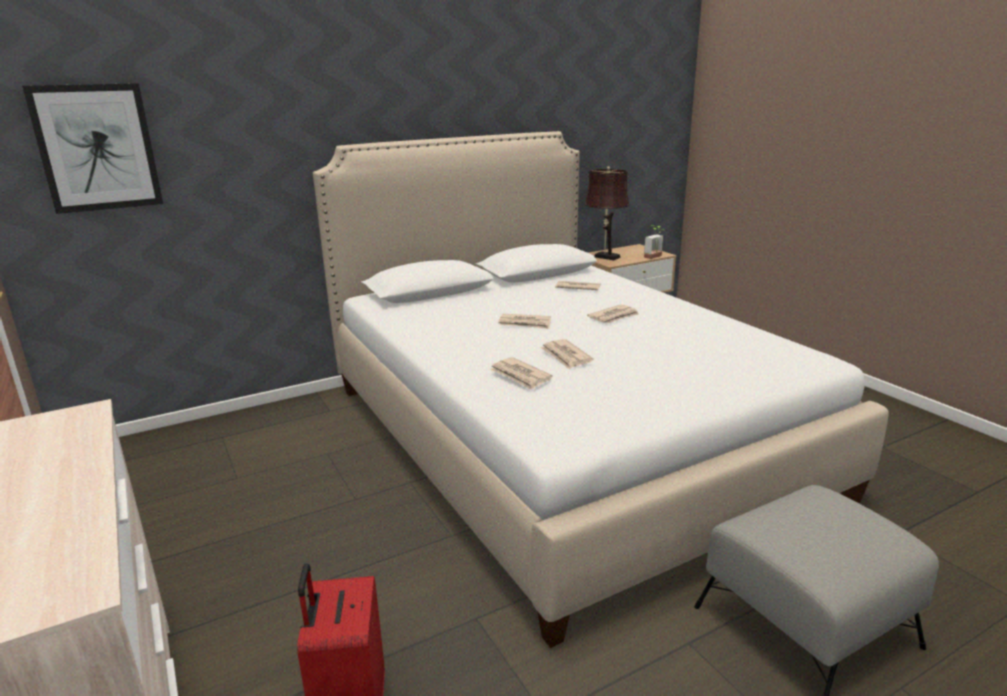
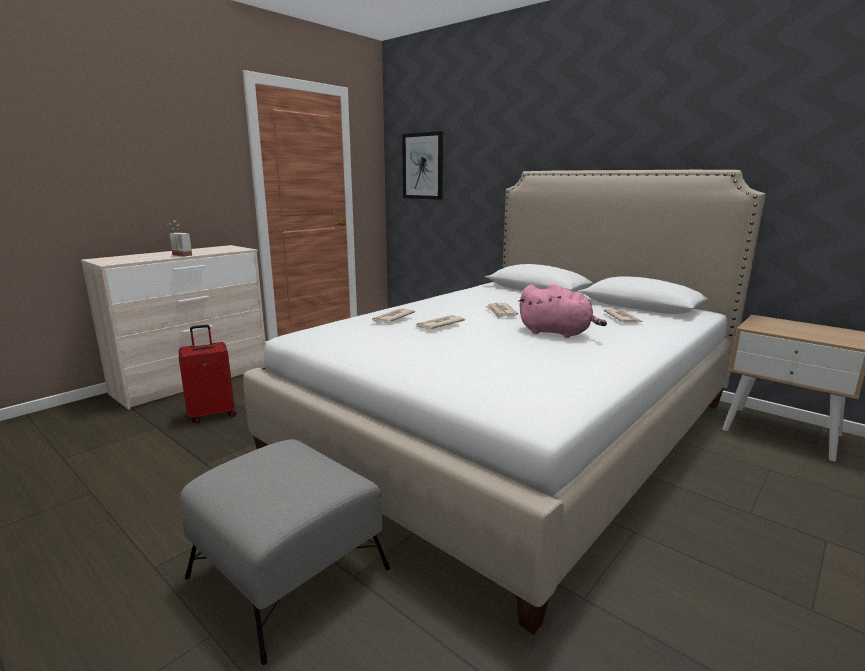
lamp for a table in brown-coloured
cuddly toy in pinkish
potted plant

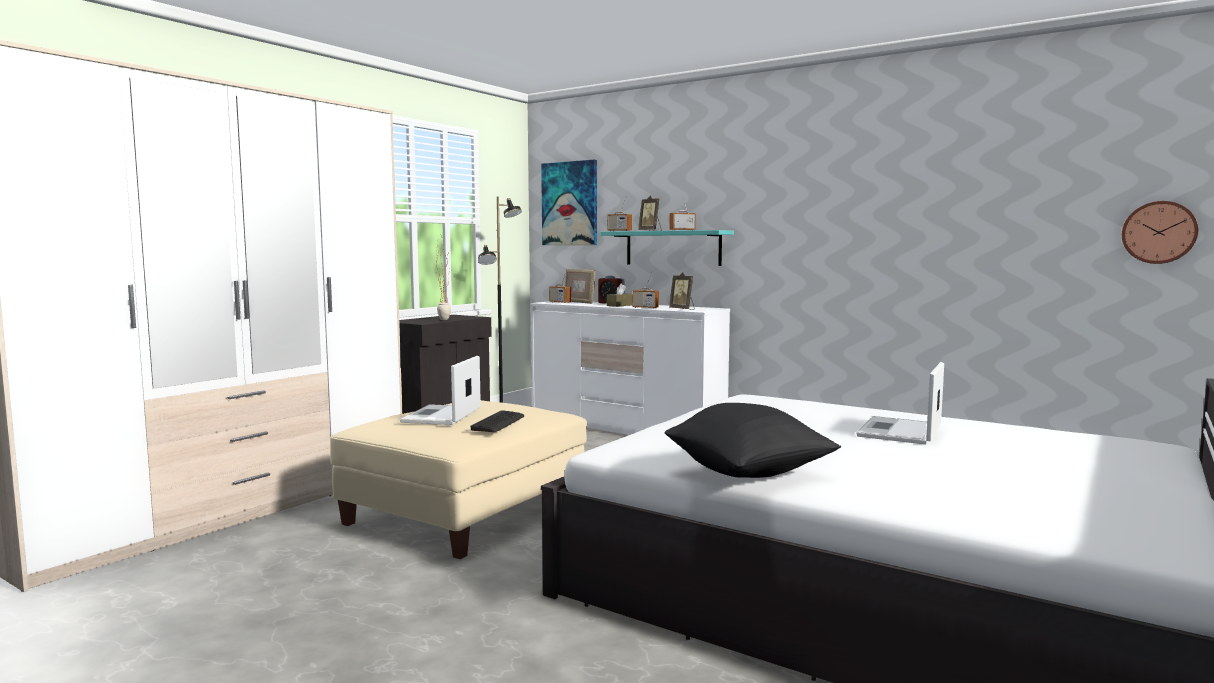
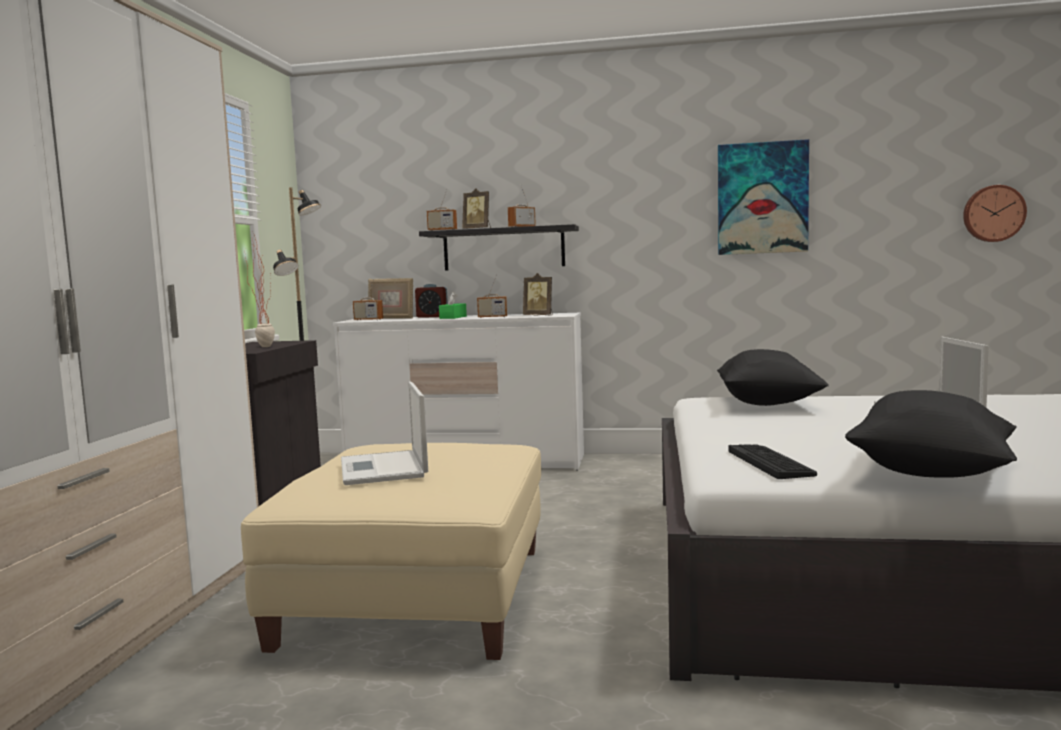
keyboard
picture
shelf in black
tissue holder in greenish
pillow in black (1st from left)

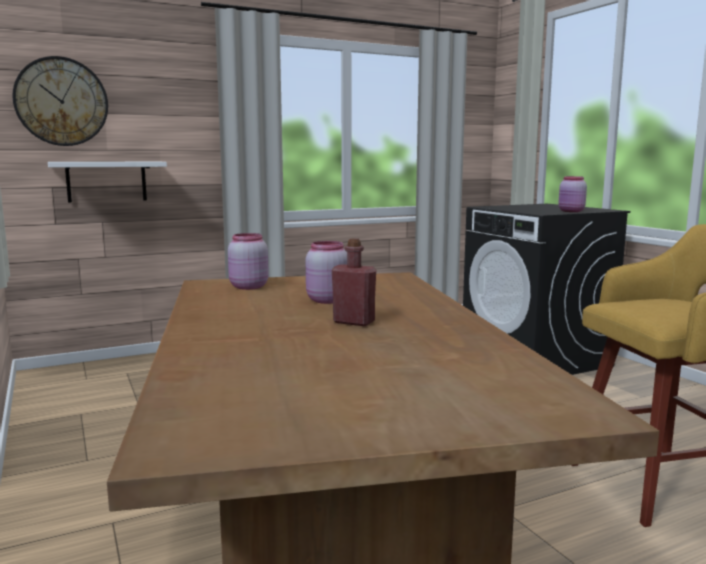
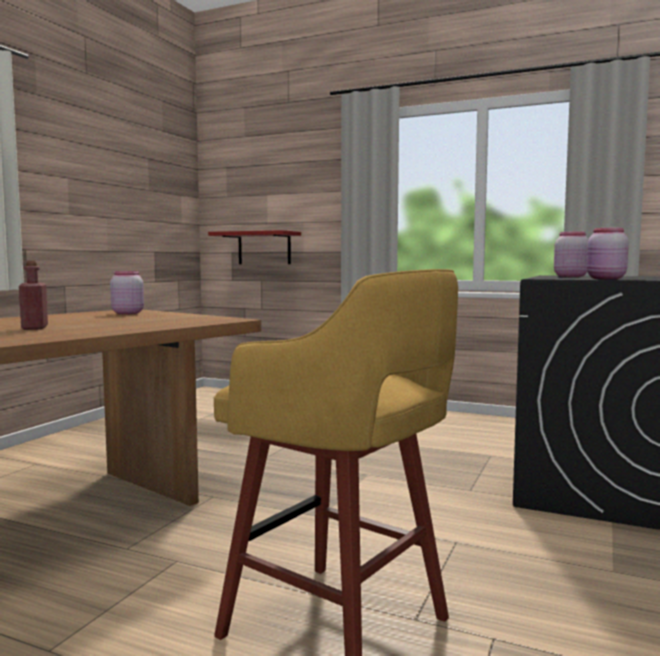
hanging clock
shelf in red-coloured
storage jar in pinkish (2nd from left)

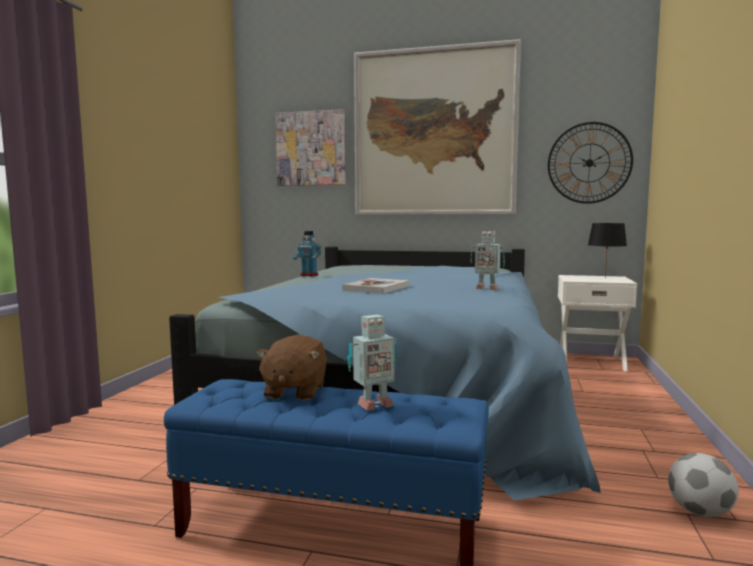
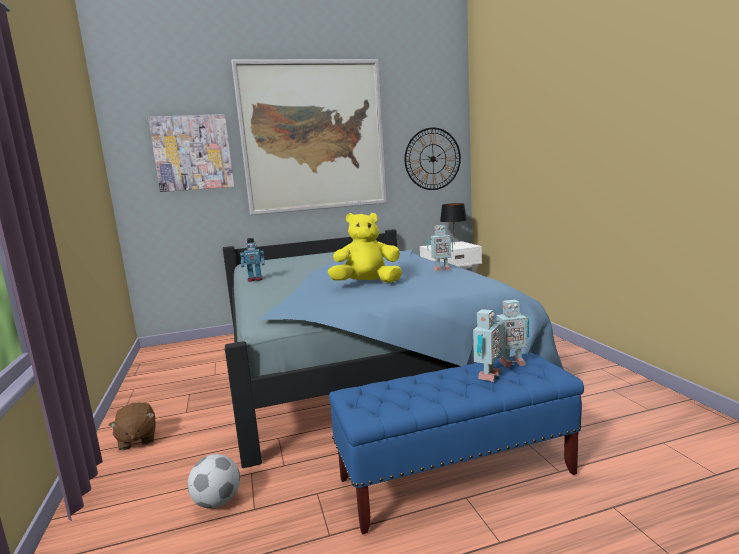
cuddly toy in brown-coloured
cuddly toy in yellow
football
model robot (4th from left)

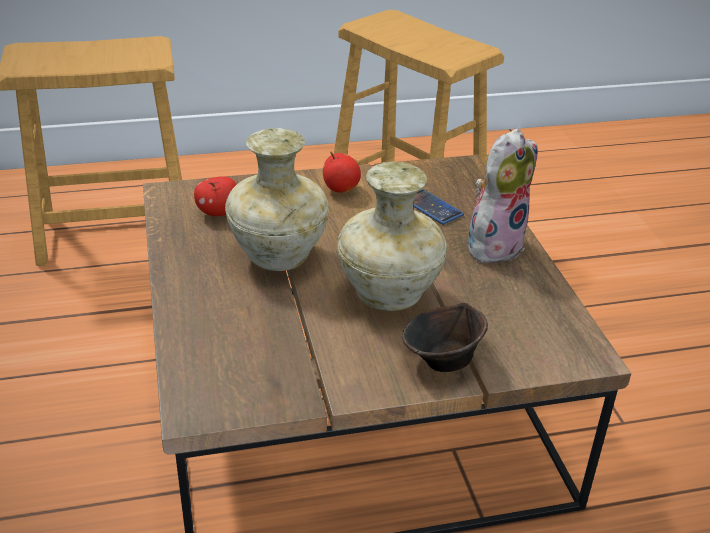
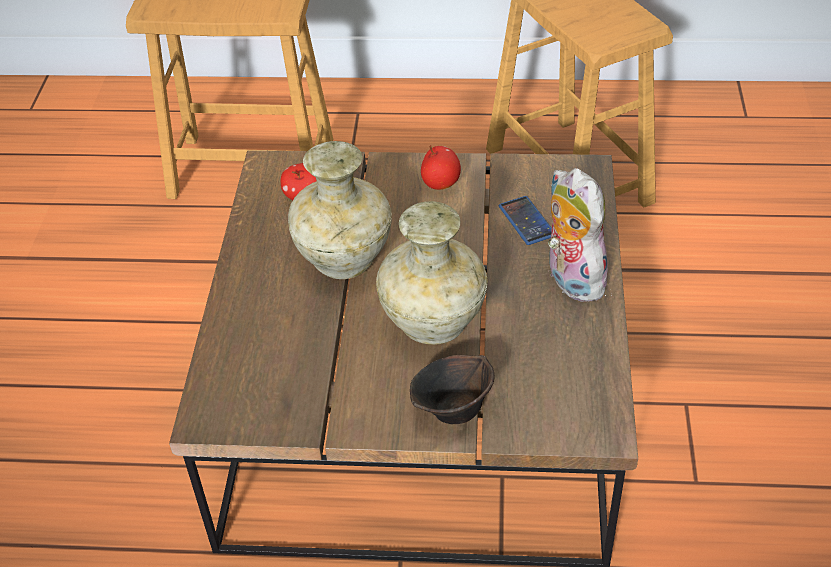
cuddly toy

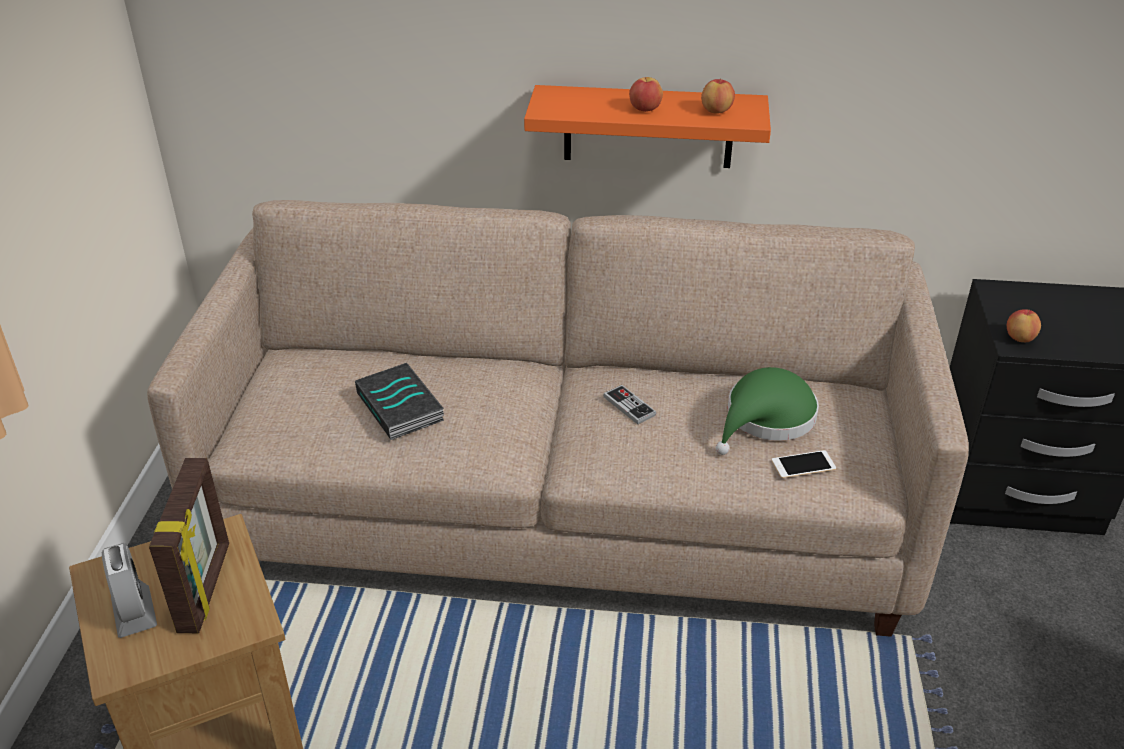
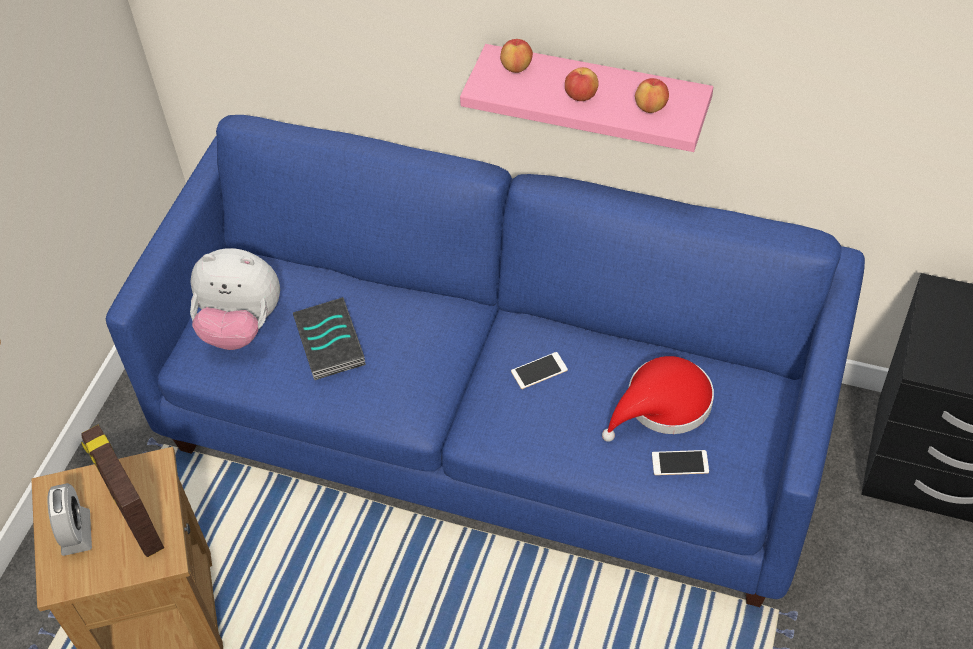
sofa in blue
picture frame
shelf in pinkish
phone (1st from left)
clothing hat in red-coloured
whole apple (1st from left)
cuddly toy

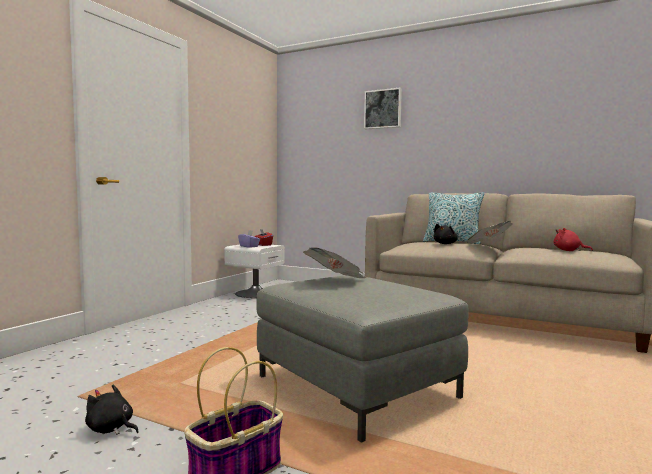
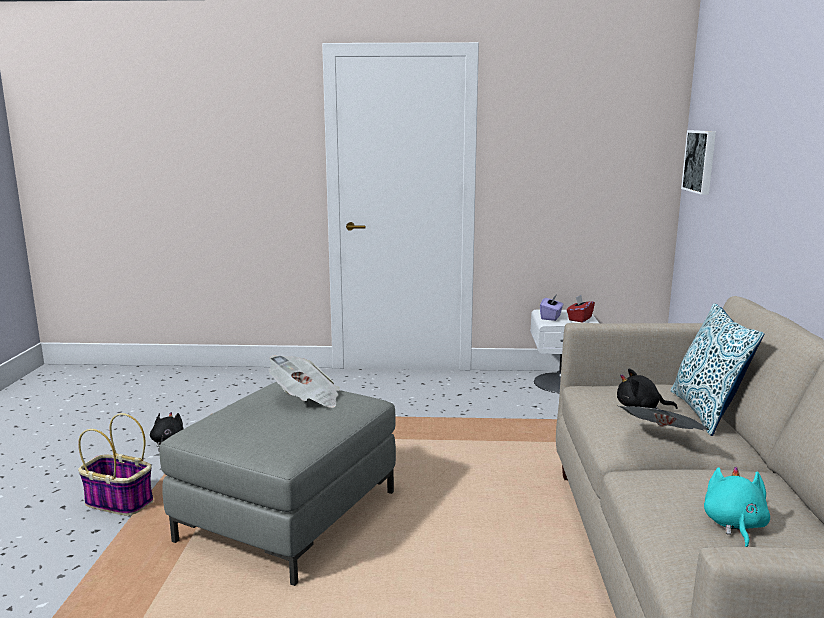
picture
cuddly toy in turquoise

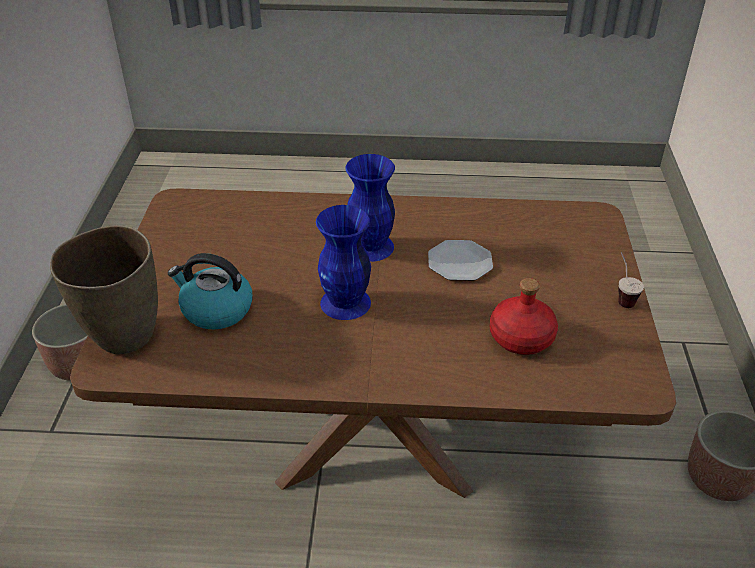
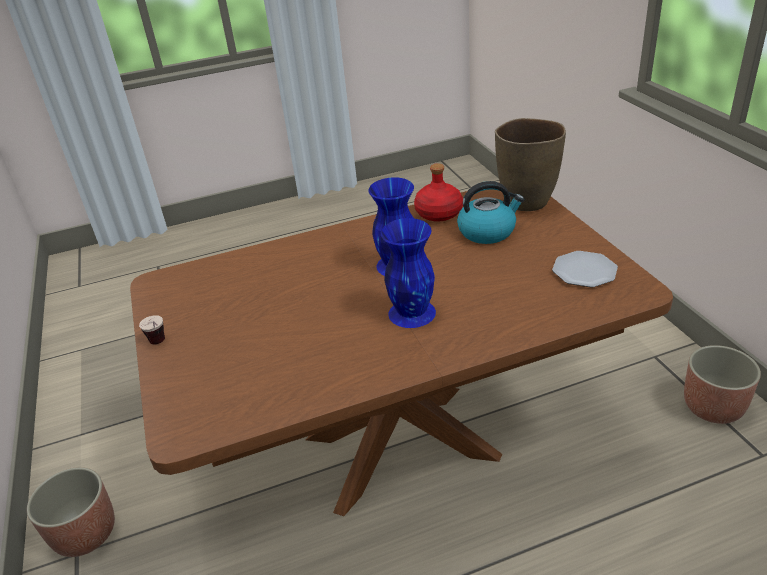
dinner plate
beverage bottle in red-coloured

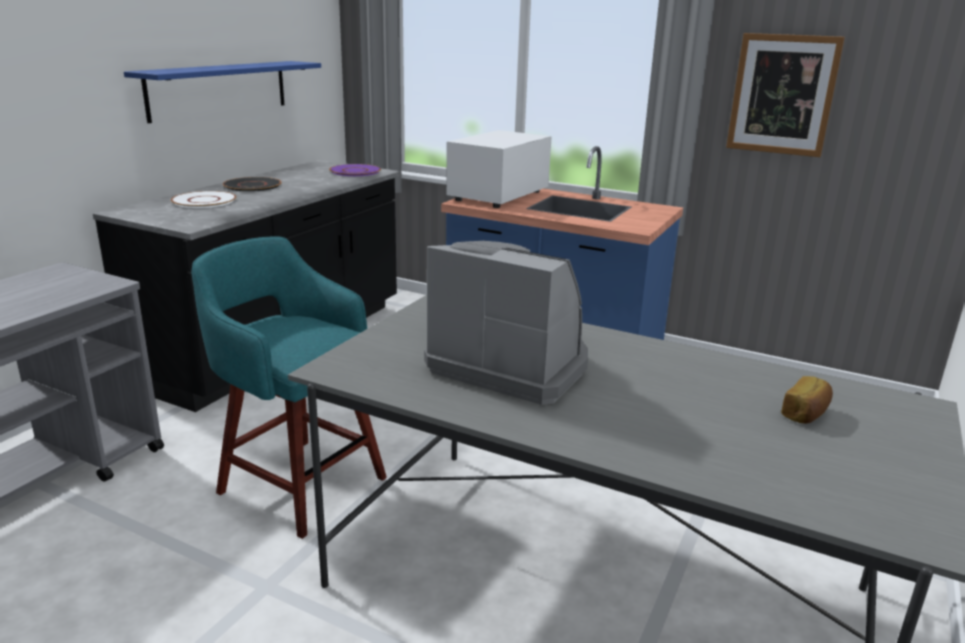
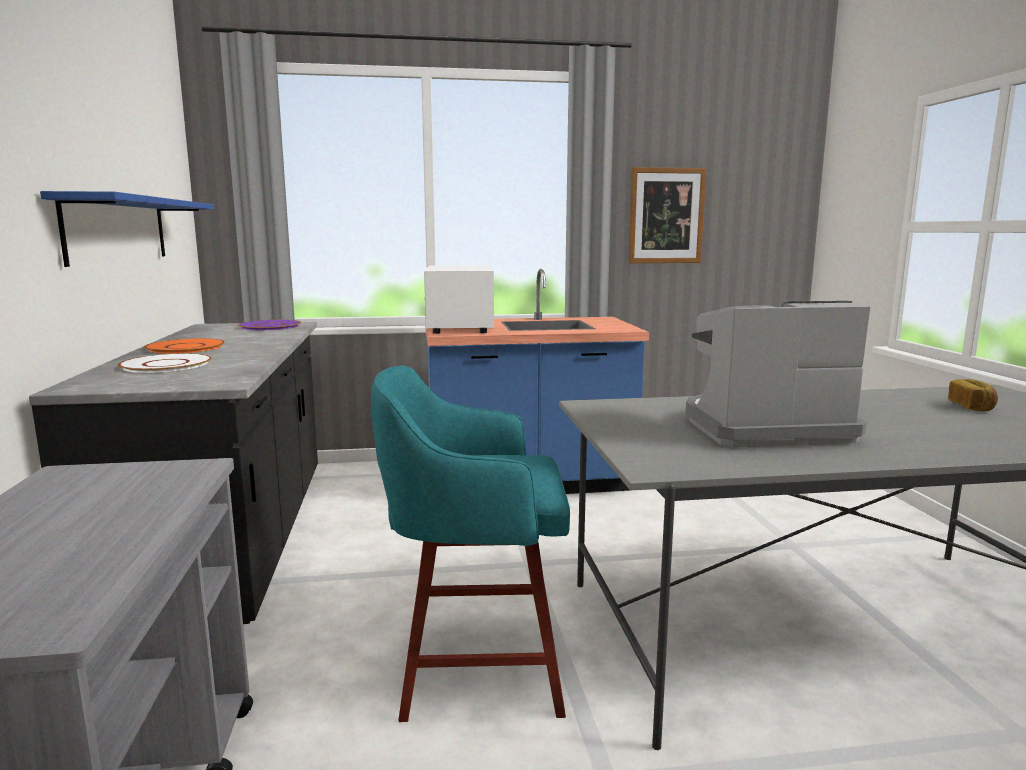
dinner plate in orange

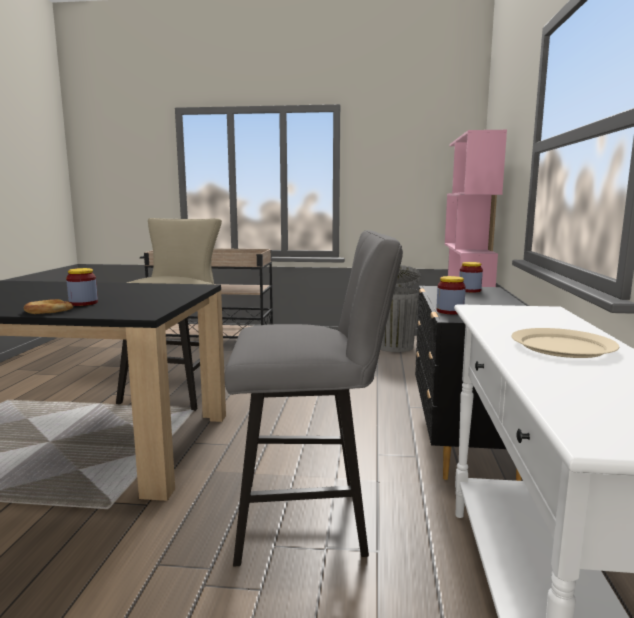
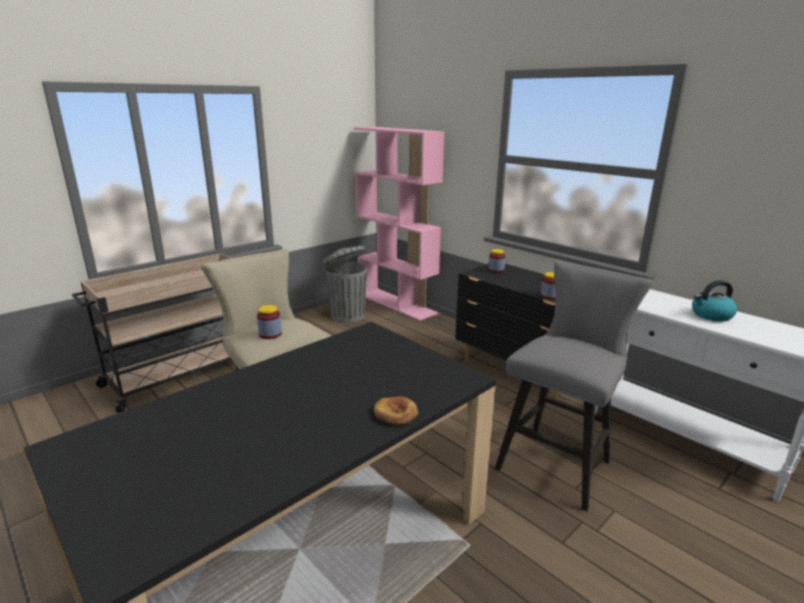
storage jar (1st from left)
tea kettle

